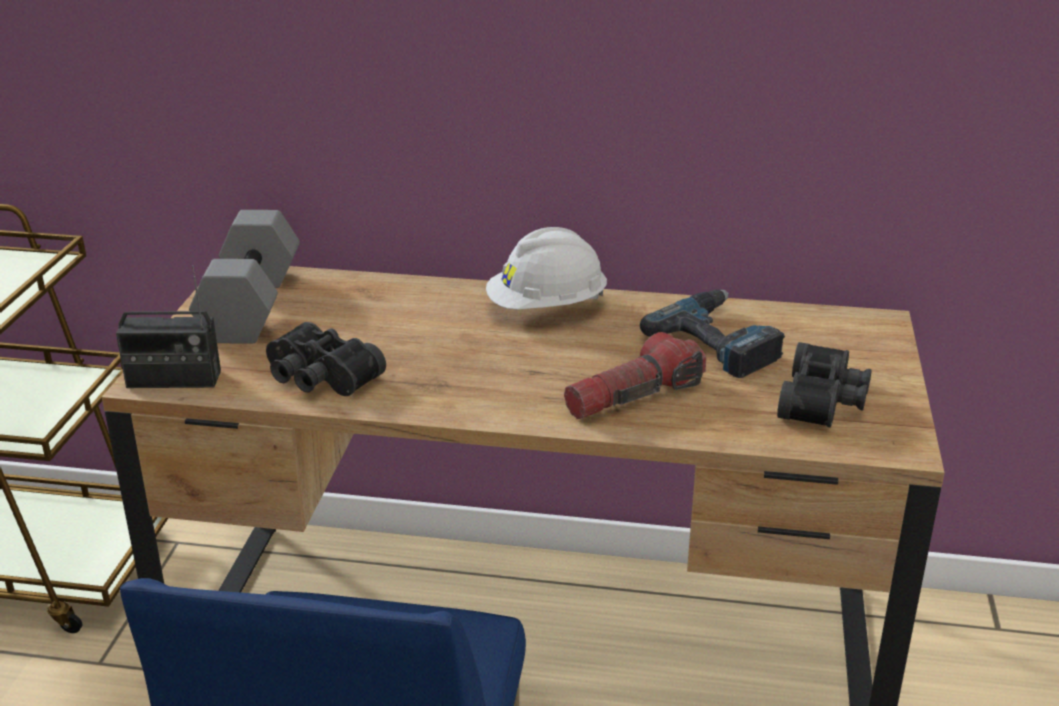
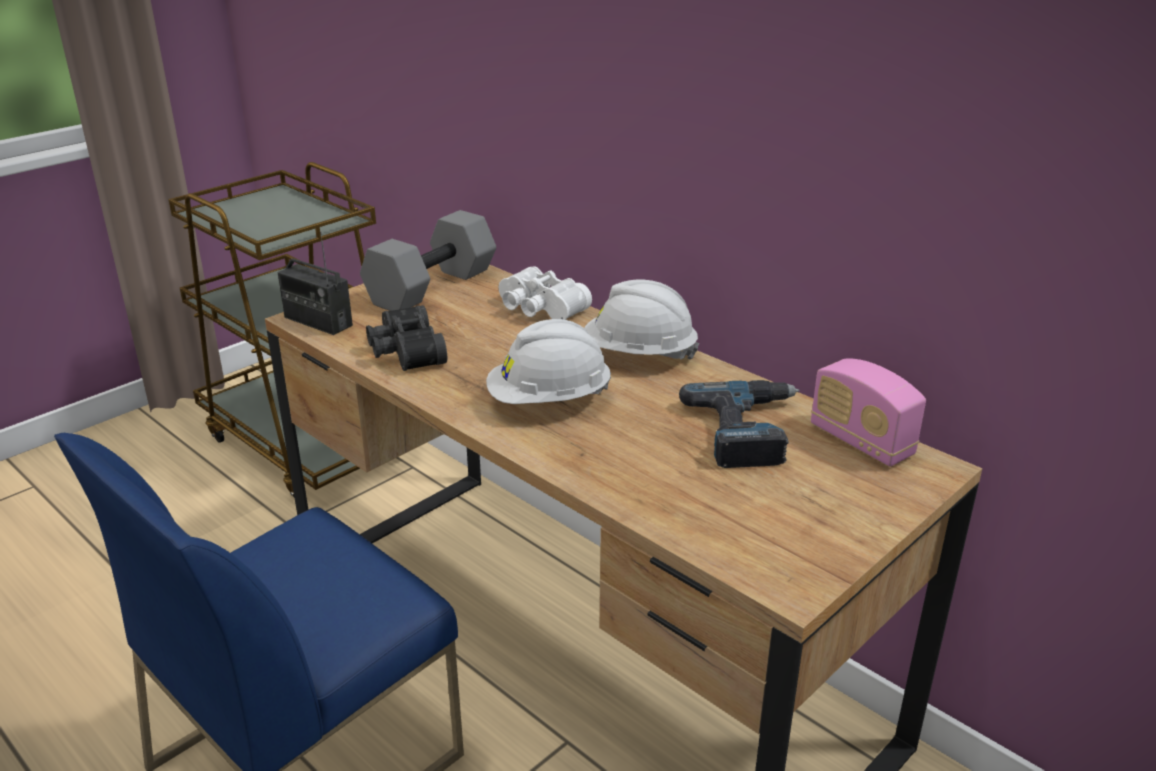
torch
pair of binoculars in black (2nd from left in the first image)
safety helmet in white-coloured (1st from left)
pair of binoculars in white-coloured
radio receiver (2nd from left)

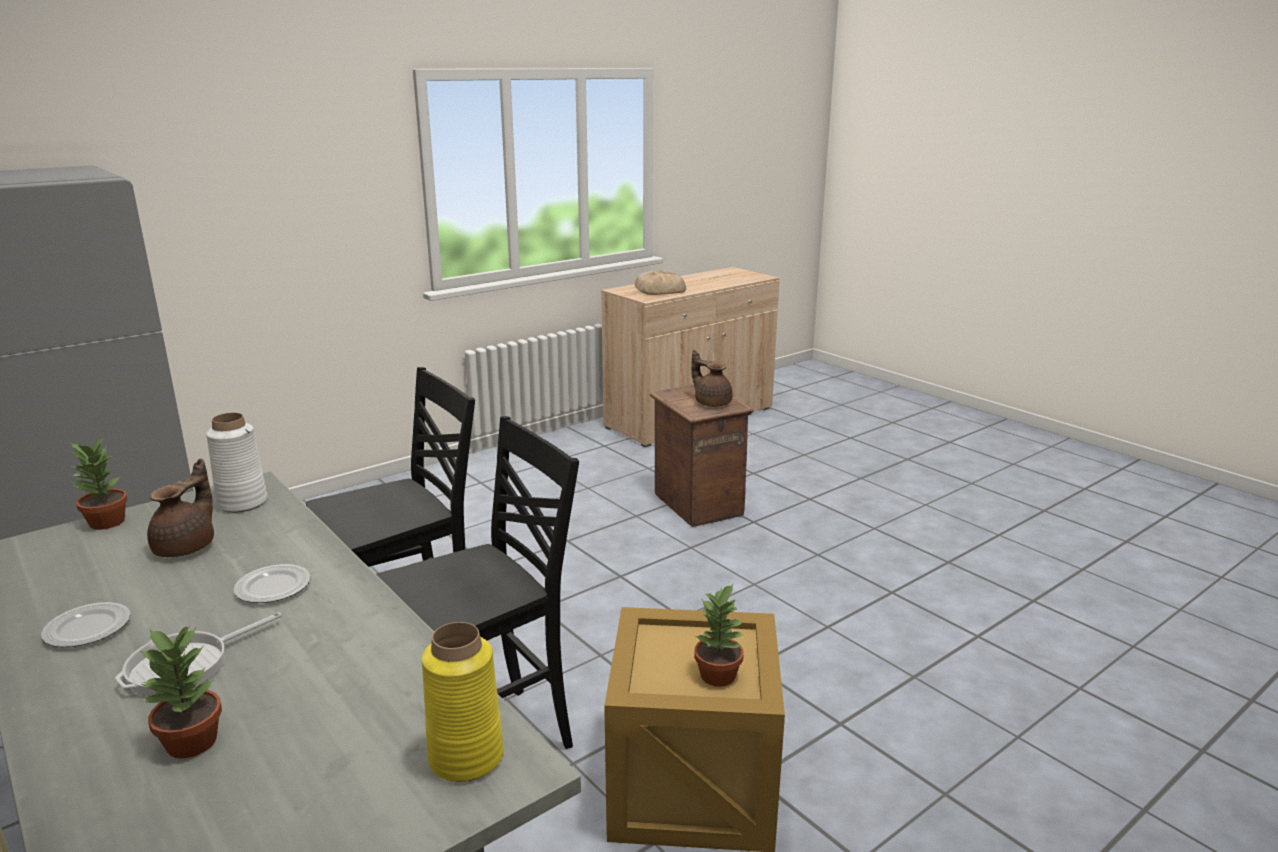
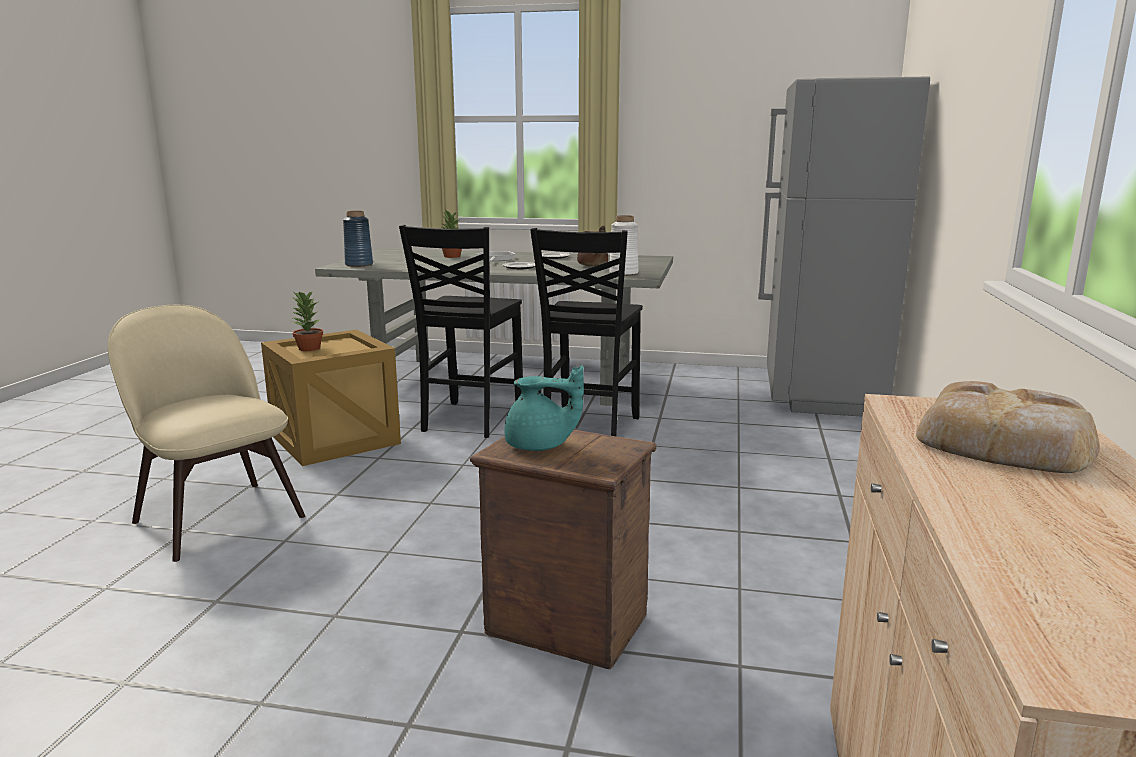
potted plant (1st from left in the first image)
decorative vase in blue
pot for tea in turquoise
chair in beige

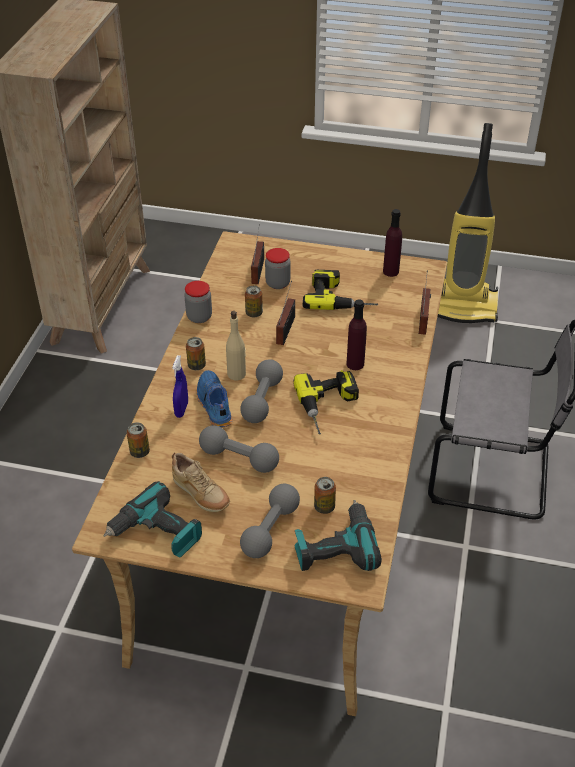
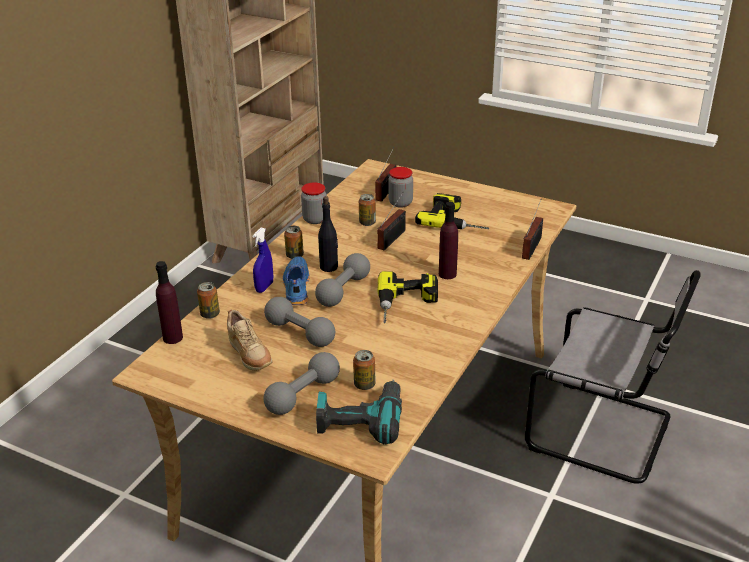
electric drill (1st from left in the first image)
beverage bottle in black
beverage bottle in purplish (1st from left)
vacuum

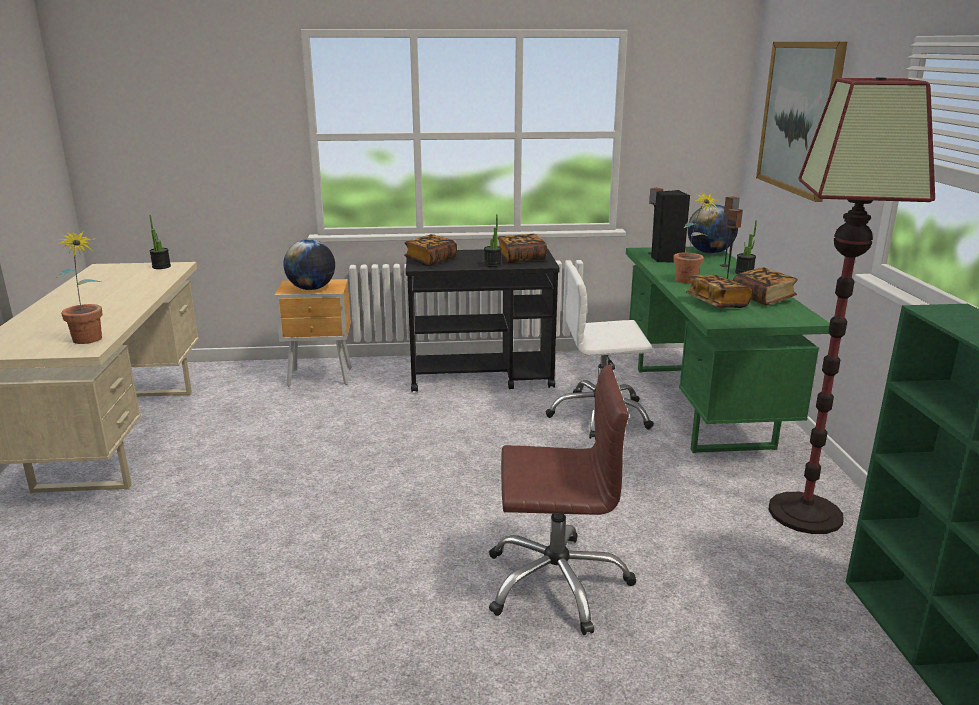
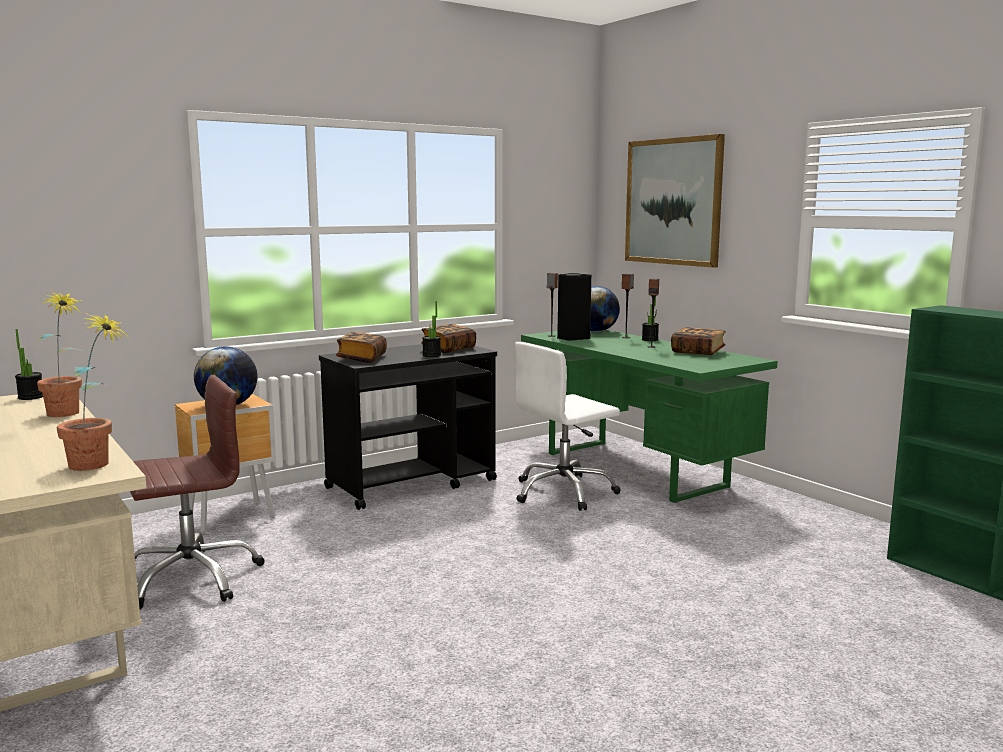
computer chair in brown-coloured
potted plant (2nd from left)
volume (3rd from left in the first image)
floor lamp

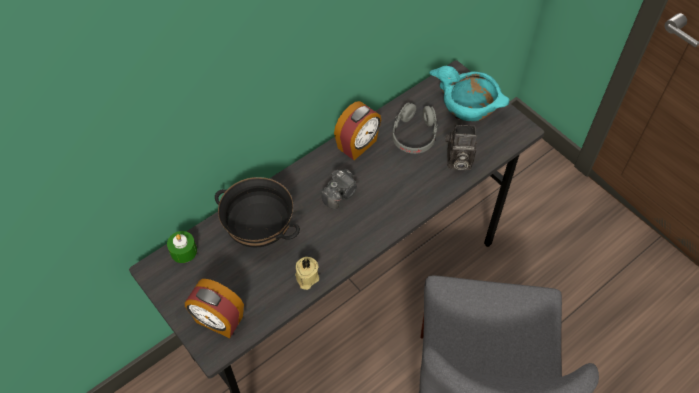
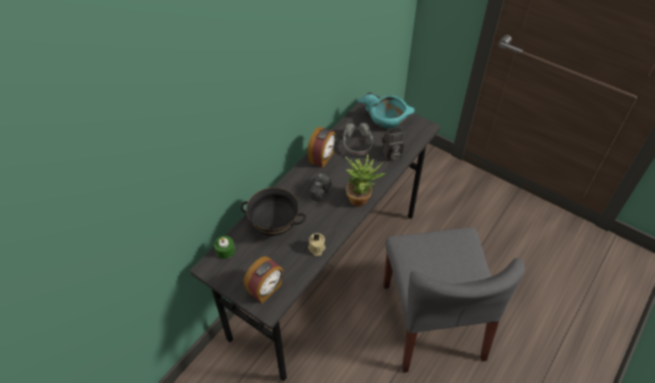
bedside clock (1st from left)
potted plant

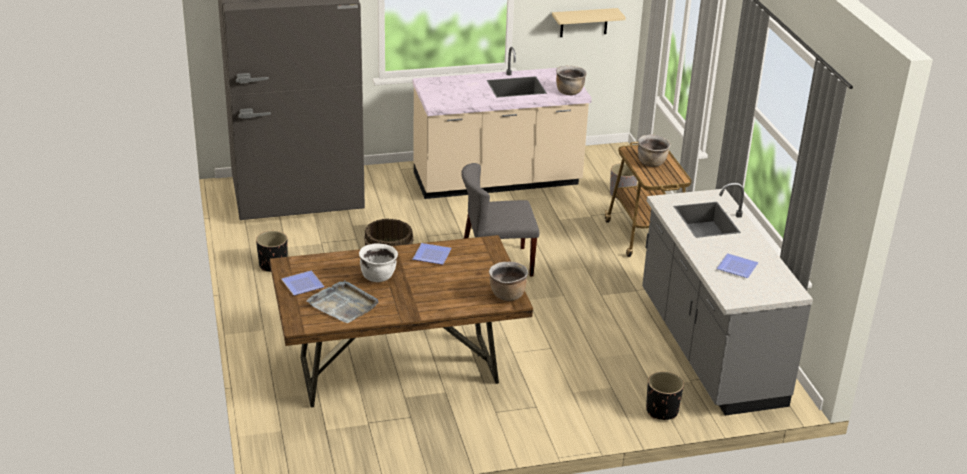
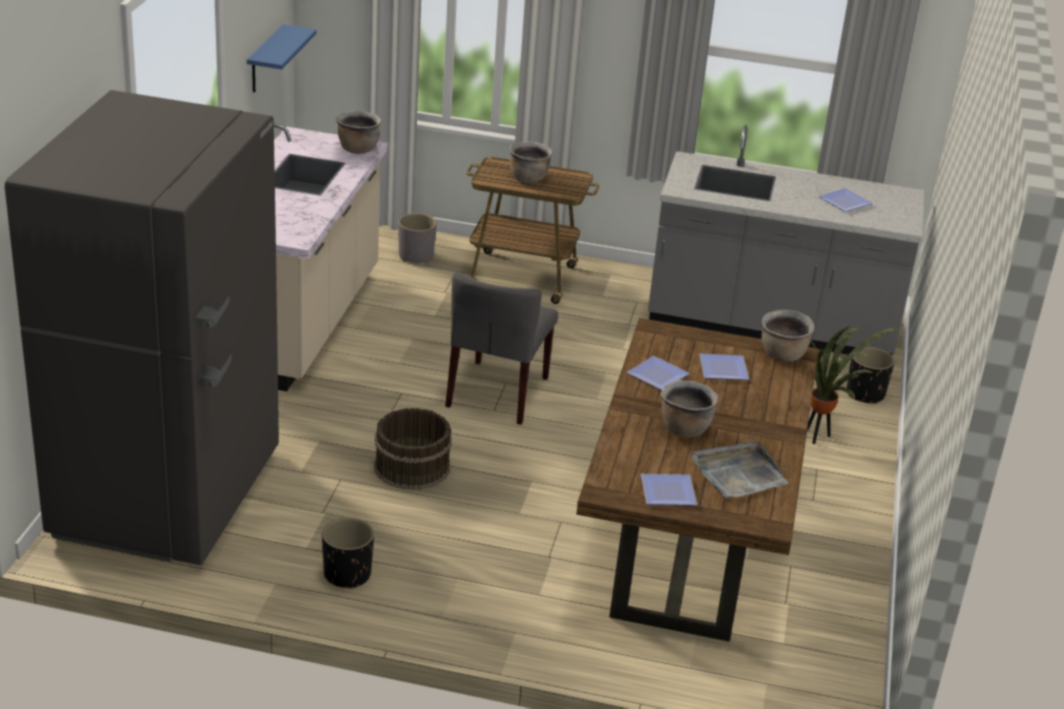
stockpot in brown-coloured (3rd from left)
shelf in blue
dinner plate (3rd from left)
potted plant

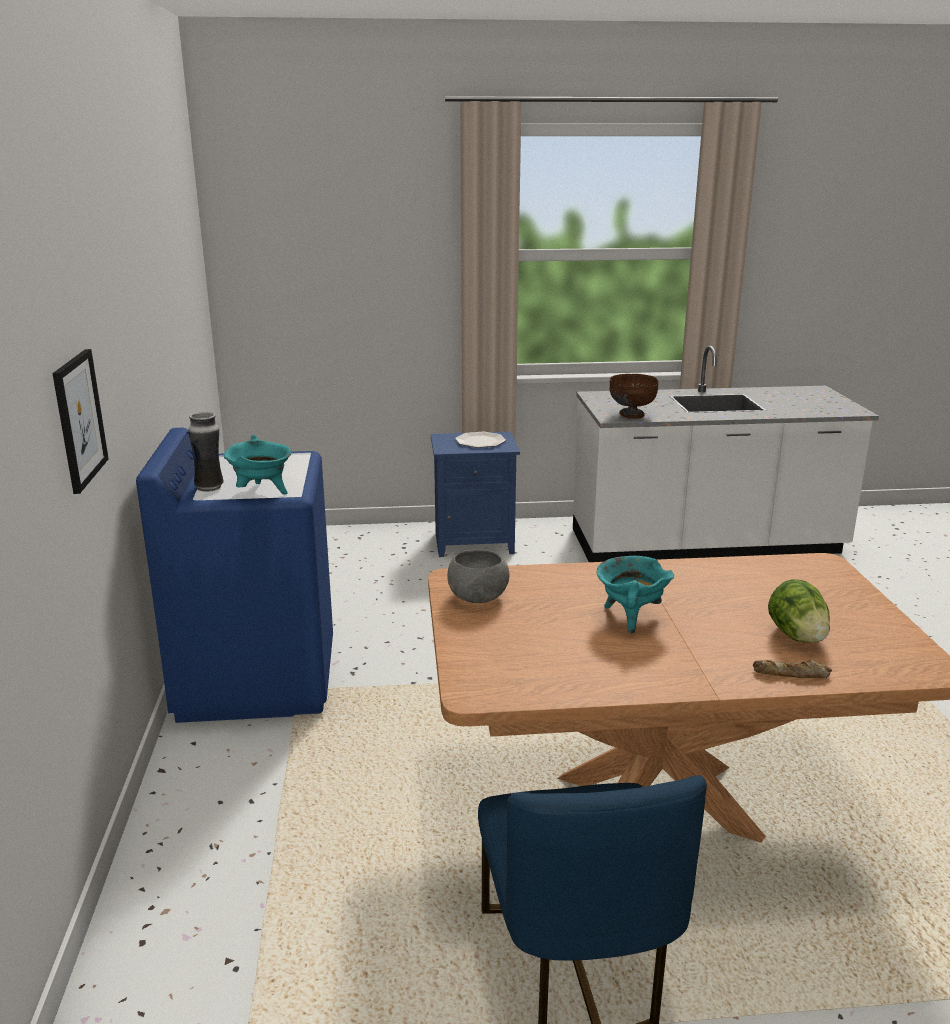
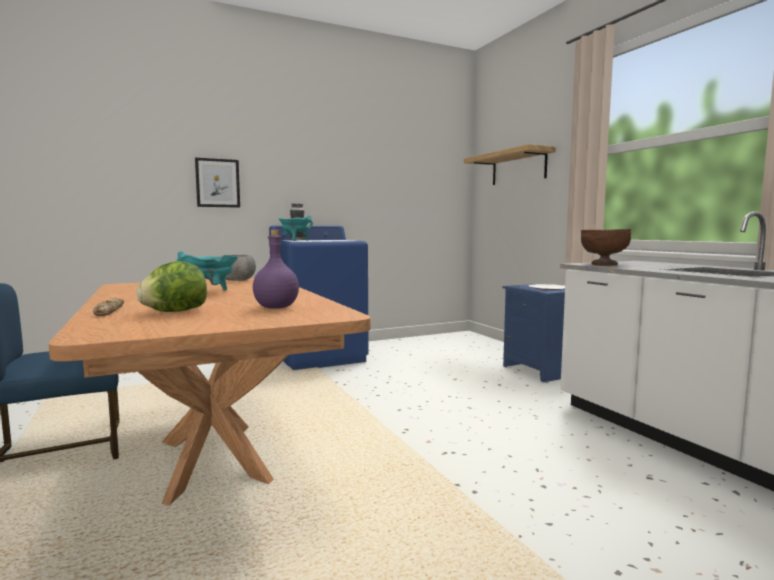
beverage bottle in purplish
shelf

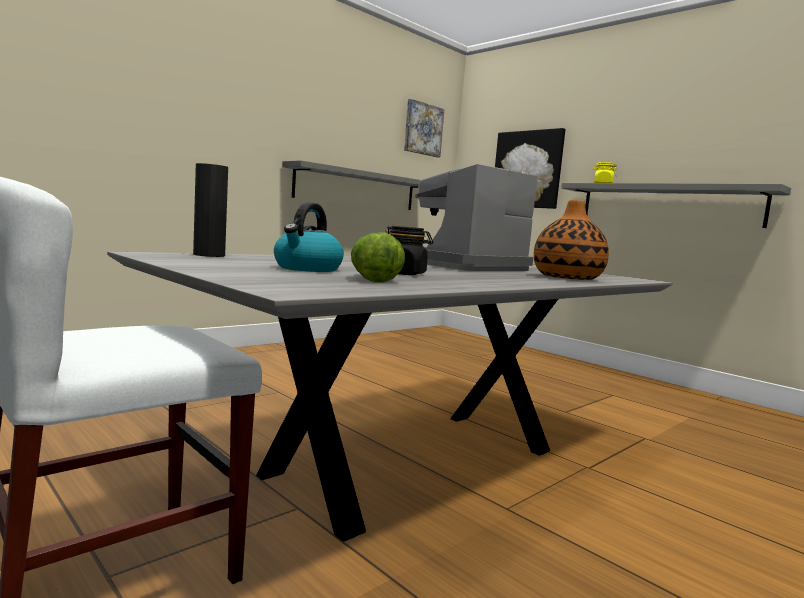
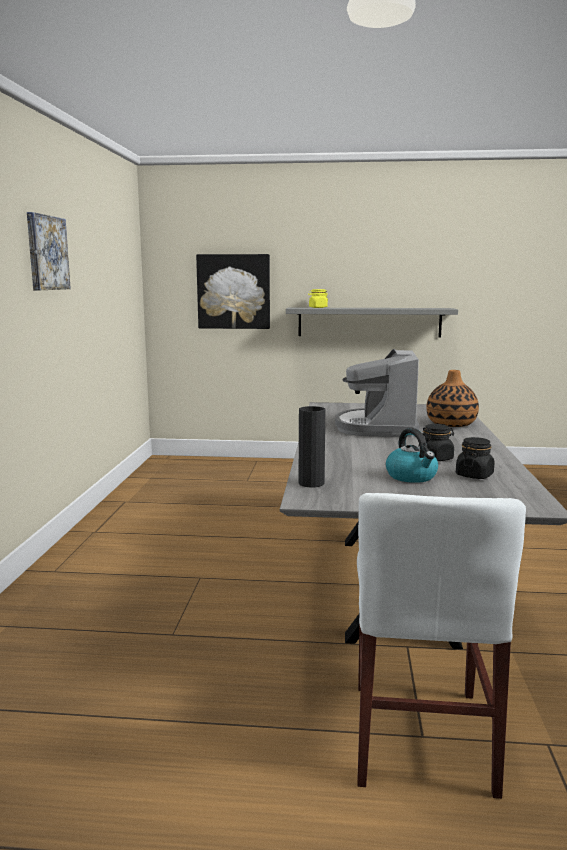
shelf in grey (1st from left in the first image)
storage jar in black (2nd from left)
picture (1st from left)

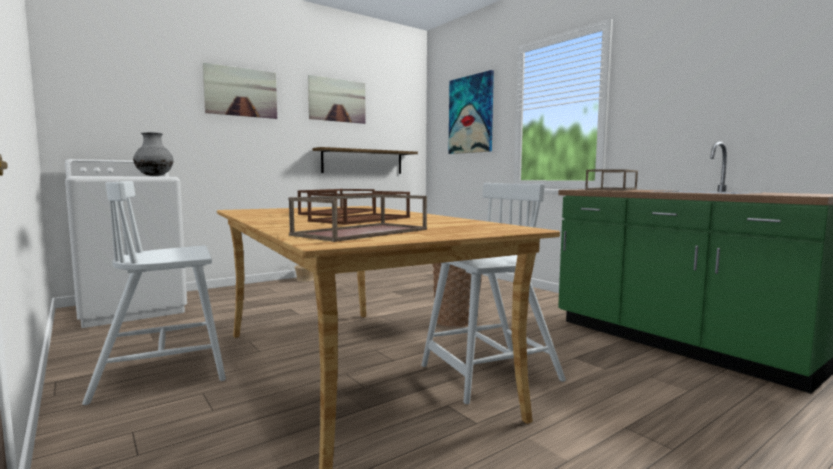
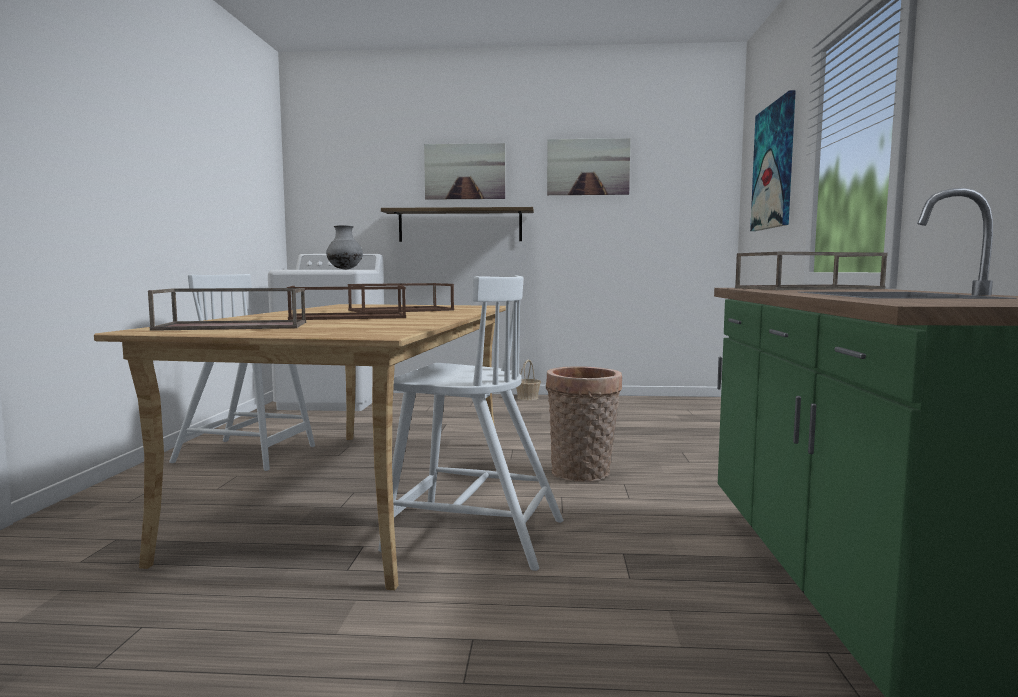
shelf

